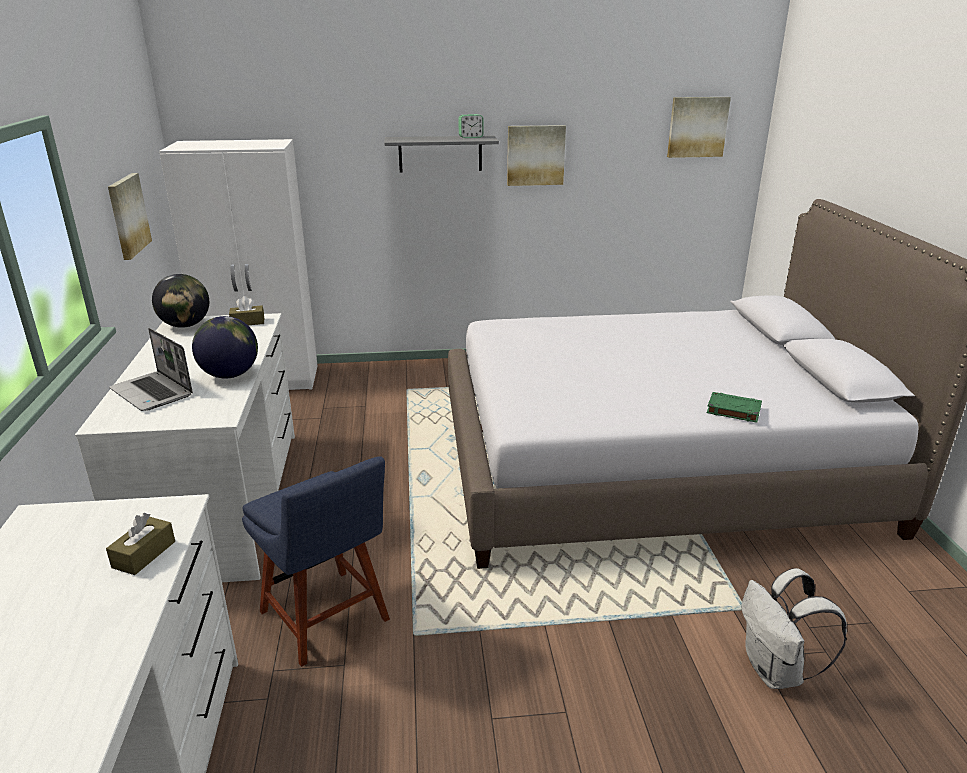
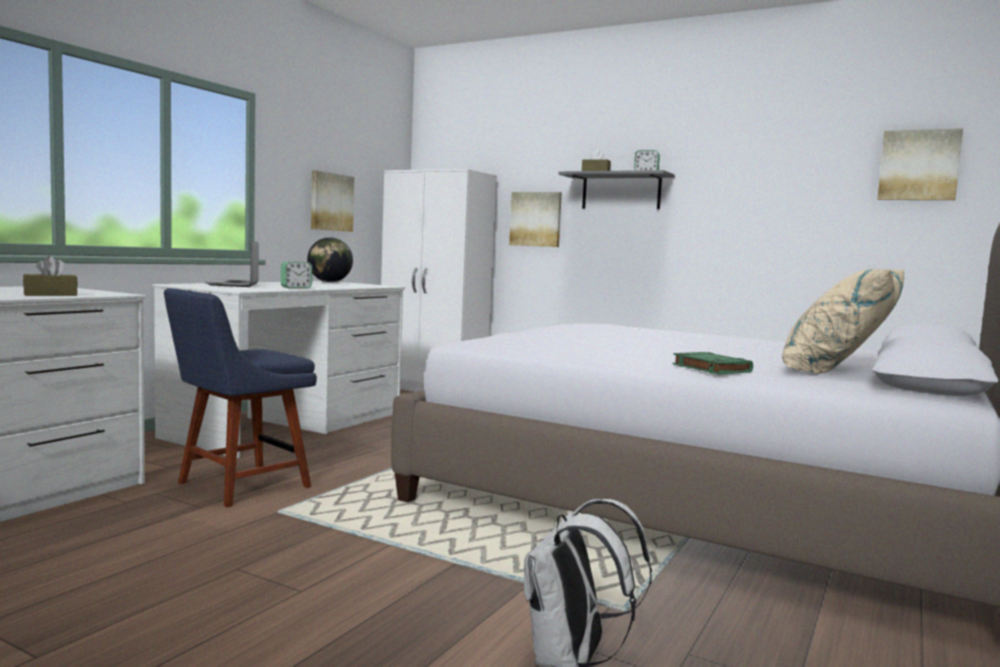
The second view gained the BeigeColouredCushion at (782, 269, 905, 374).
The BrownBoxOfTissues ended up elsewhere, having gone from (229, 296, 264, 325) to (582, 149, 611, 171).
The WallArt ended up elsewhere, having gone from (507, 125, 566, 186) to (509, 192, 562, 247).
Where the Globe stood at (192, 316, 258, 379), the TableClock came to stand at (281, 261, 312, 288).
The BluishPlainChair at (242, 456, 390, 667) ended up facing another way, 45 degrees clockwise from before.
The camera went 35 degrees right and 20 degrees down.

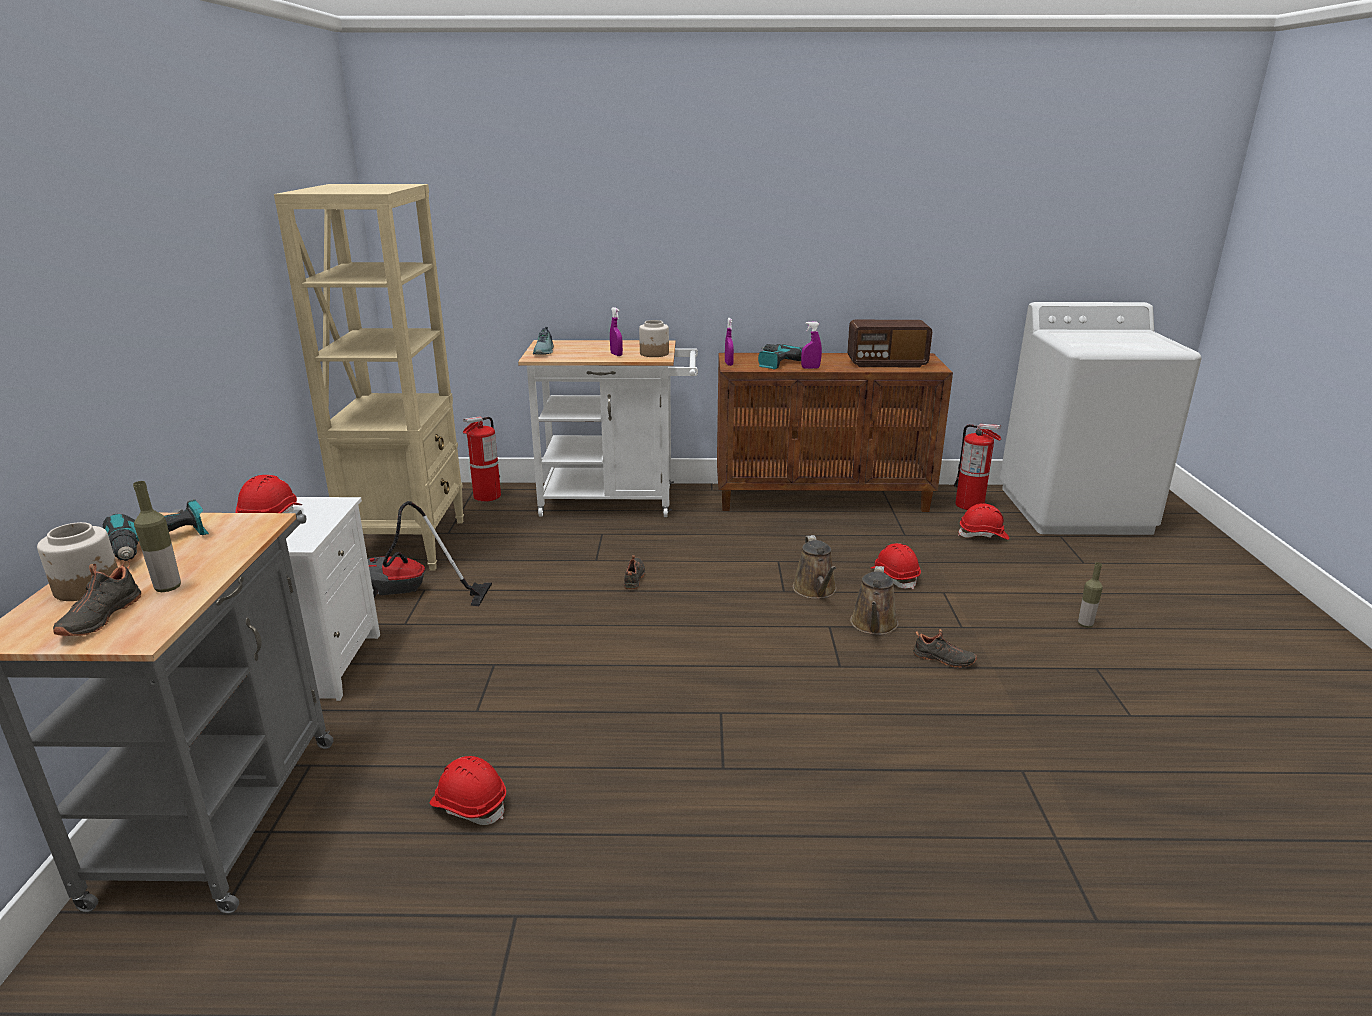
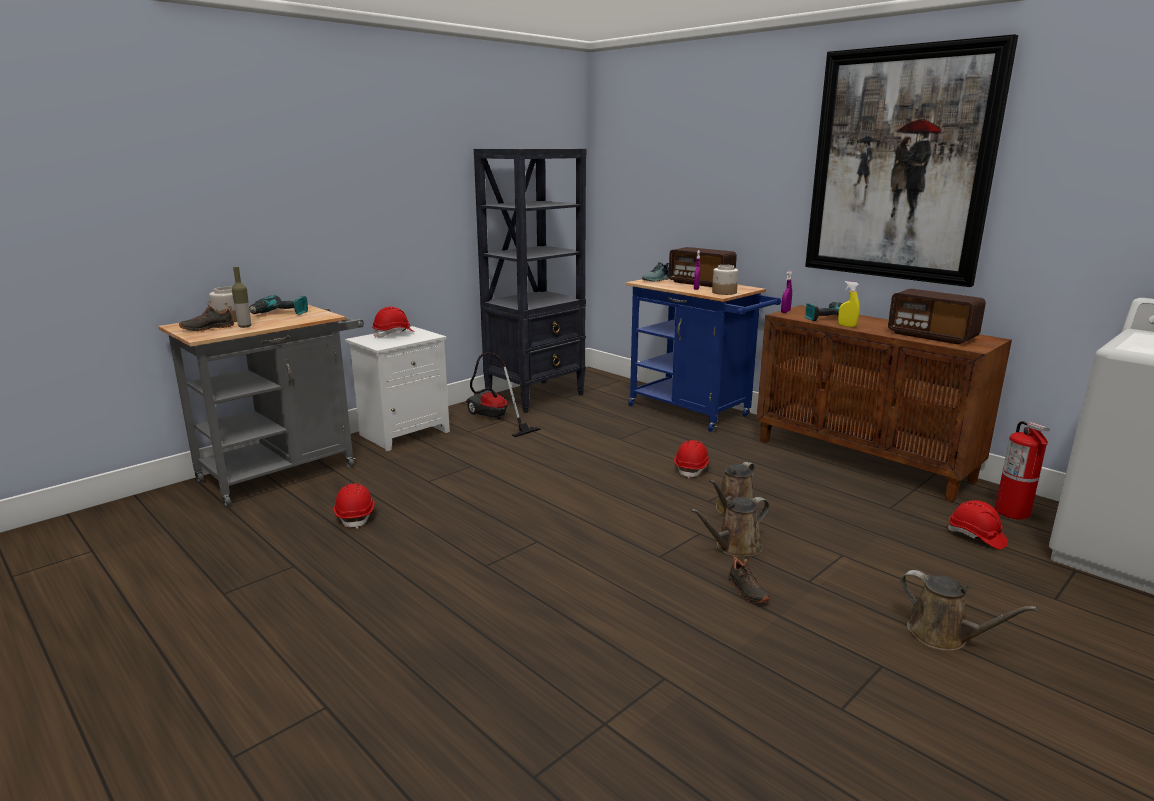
The second view lost the FireExtinguisher at (463, 416, 501, 502).
The second view lost the BlackishItemOfFootwear at (624, 555, 645, 589).
The second view gained the RadioSet at (669, 247, 737, 287).
The second view gained the WallArt at (805, 34, 1018, 287).
The ReddishWorkHelmet ended up elsewhere, having gone from (871, 543, 921, 589) to (674, 440, 710, 479).
Where the BeverageBottle stood at (1078, 562, 1103, 628), the BrownWateringCan came to stand at (900, 570, 1037, 651).
What was the BeigeColouredBookcase at (274, 184, 464, 571) turned into the BlackishBookcase at (474, 149, 587, 413).
What was the WhiteWheeledCart at (518, 340, 698, 517) turned into the BluishWheeledCart at (626, 279, 781, 432).
What was the PurplishHandSprayer at (801, 322, 822, 369) turned into the YellowColouredHandSprayer at (838, 281, 860, 327).
The camera went 45 degrees right and 5 degrees down.

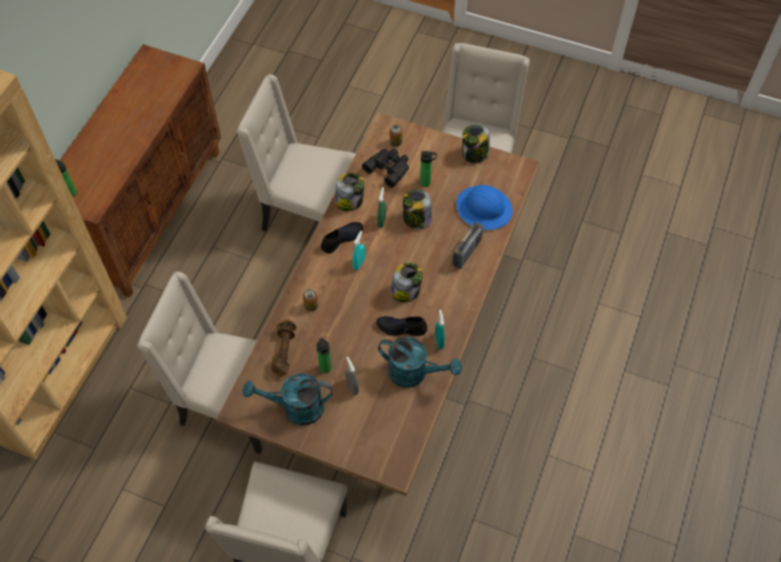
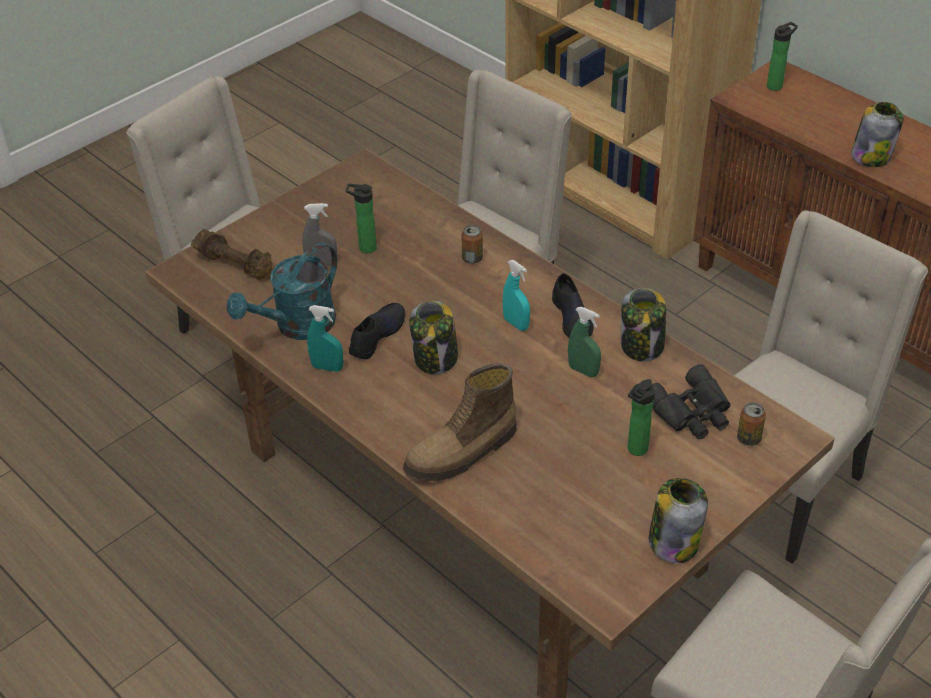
The second view lost the BlueGreenWateringCan at (243, 373, 332, 425).
The second view lost the BluishWorkHelmet at (456, 185, 513, 230).
The BrownDumbbell ended up elsewhere, having gone from (271, 320, 296, 376) to (191, 229, 272, 280).
The Jar ended up elsewhere, having gone from (403, 189, 432, 229) to (851, 102, 904, 167).
Where the RadioSet stood at (453, 222, 483, 269), the HighTopBoot came to stand at (403, 363, 517, 481).
The camera went 115 degrees right and 15 degrees down.

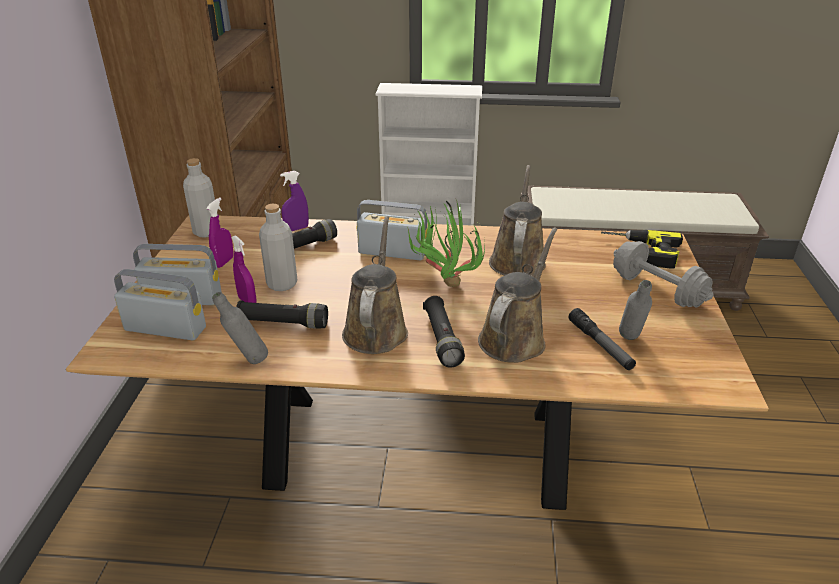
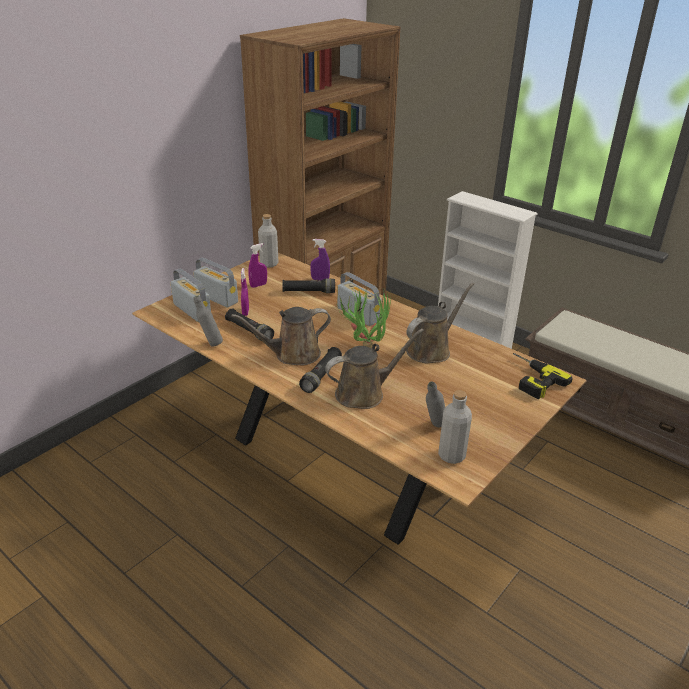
The second view lost the HandTorch at (569, 308, 636, 370).
The second view lost the GrayDumbbell at (613, 241, 713, 307).
The GrayBeverageBottle ended up elsewhere, having gone from (259, 204, 297, 291) to (438, 390, 472, 464).
The BrownWateringCan at (342, 216, 408, 354) ended up facing another way, 150 degrees counterclockwise from before.
The camera went 35 degrees right and 0 degrees up.

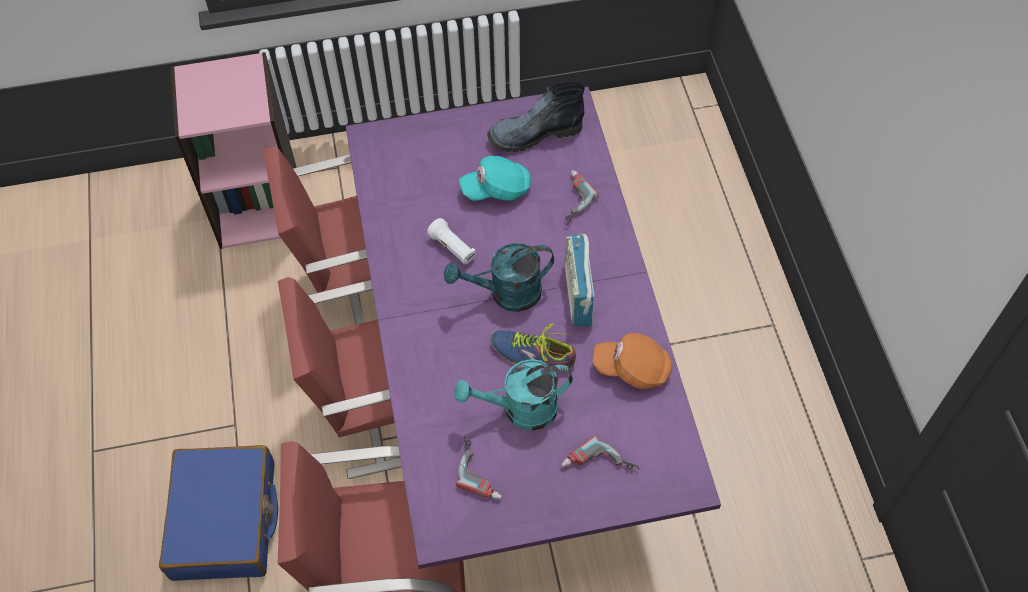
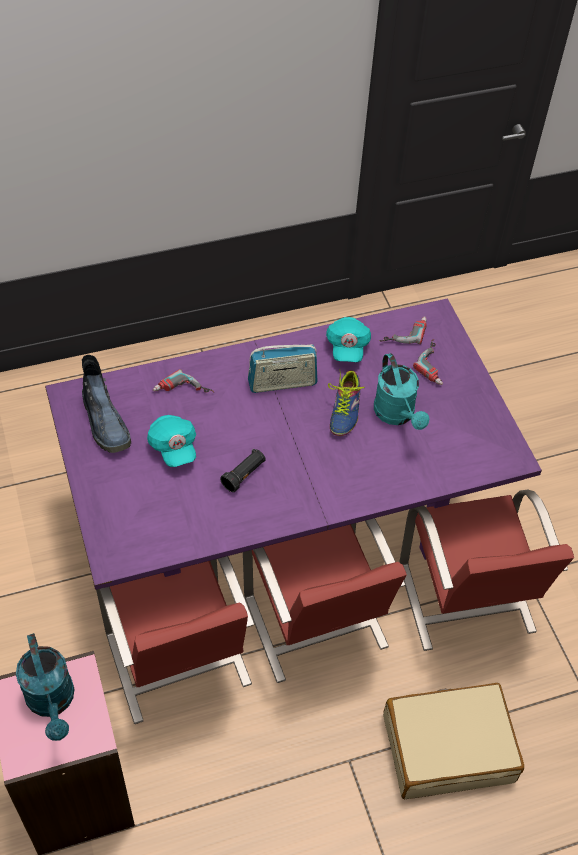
The BlueGreenWateringCan ended up elsewhere, having gone from (444, 243, 554, 312) to (16, 633, 74, 741).
The Drill ended up elsewhere, having gone from (456, 435, 502, 500) to (379, 316, 427, 344).
What was the BluishTravelCase at (159, 445, 278, 581) turned into the BeigeColouredTravelCase at (383, 683, 524, 799).
What was the WhiteHandTorch at (427, 218, 476, 264) turned into the BlackishHandTorch at (220, 449, 266, 492).
What was the OrangeBaseballCap at (593, 333, 672, 389) turned into the BlueGreenBaseballCap at (326, 317, 371, 362).
The camera went 100 degrees left and 5 degrees down.

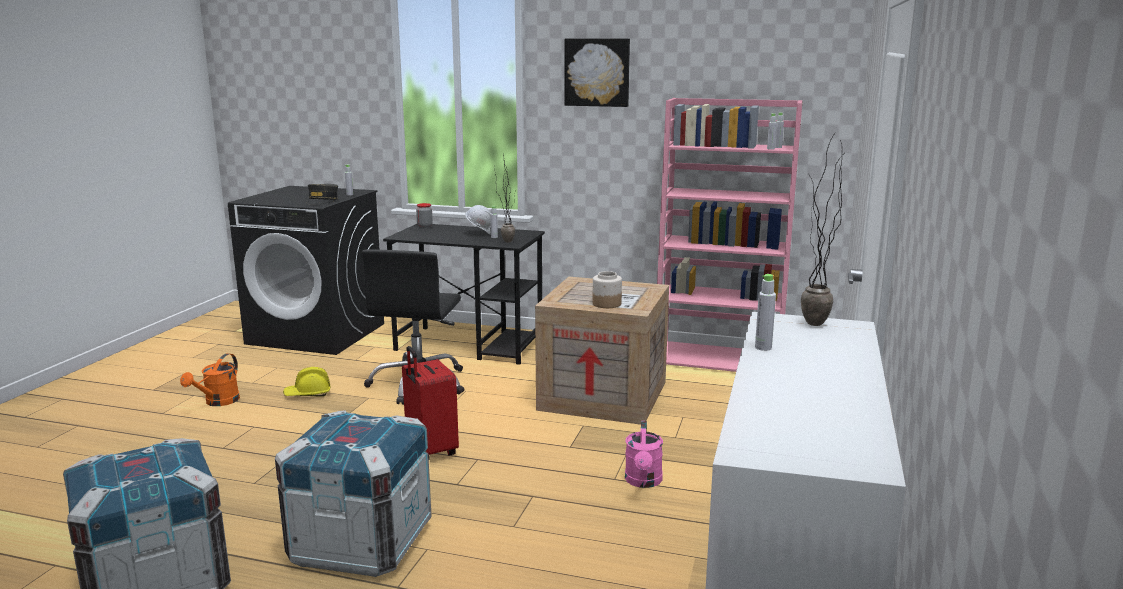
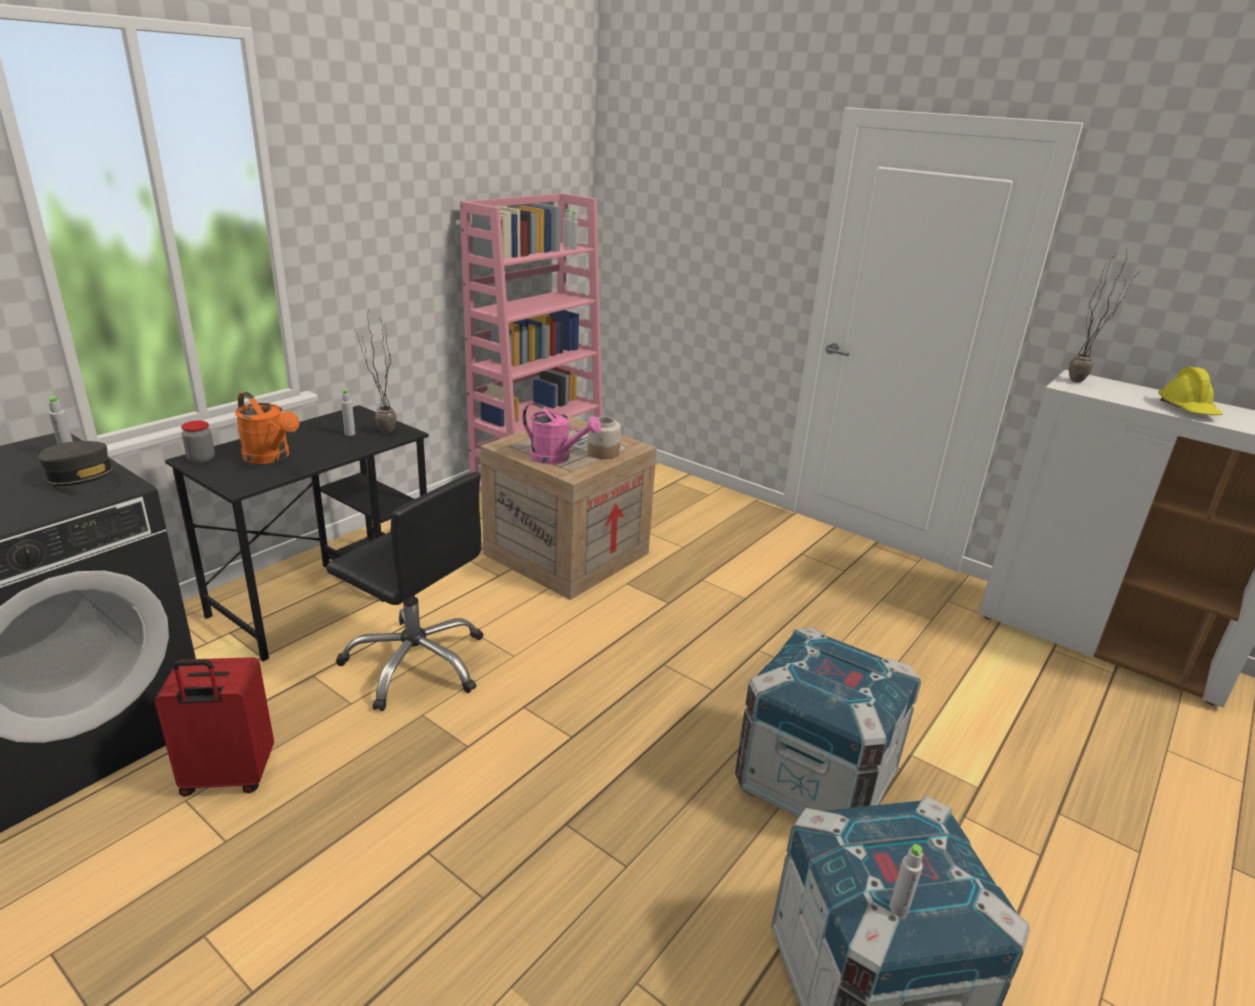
The second view lost the WhiteWorkHelmet at (465, 205, 491, 235).
The second view lost the WallArt at (564, 38, 630, 107).
The OrangeWateringCan ended up elsewhere, having gone from (180, 353, 240, 406) to (235, 392, 299, 464).
The YellowColouredWorkHelmet ended up elsewhere, having gone from (283, 367, 331, 397) to (1158, 367, 1223, 415).
The ReddishTravelCase ended up elsewhere, having gone from (402, 346, 459, 456) to (154, 657, 274, 797).
The PinkishWateringCan ended up elsewhere, having gone from (625, 421, 663, 488) to (523, 403, 601, 464).
The GrayBeverageBottle ended up elsewhere, having gone from (755, 274, 776, 351) to (889, 844, 923, 917).
The camera went 70 degrees left and 10 degrees up.

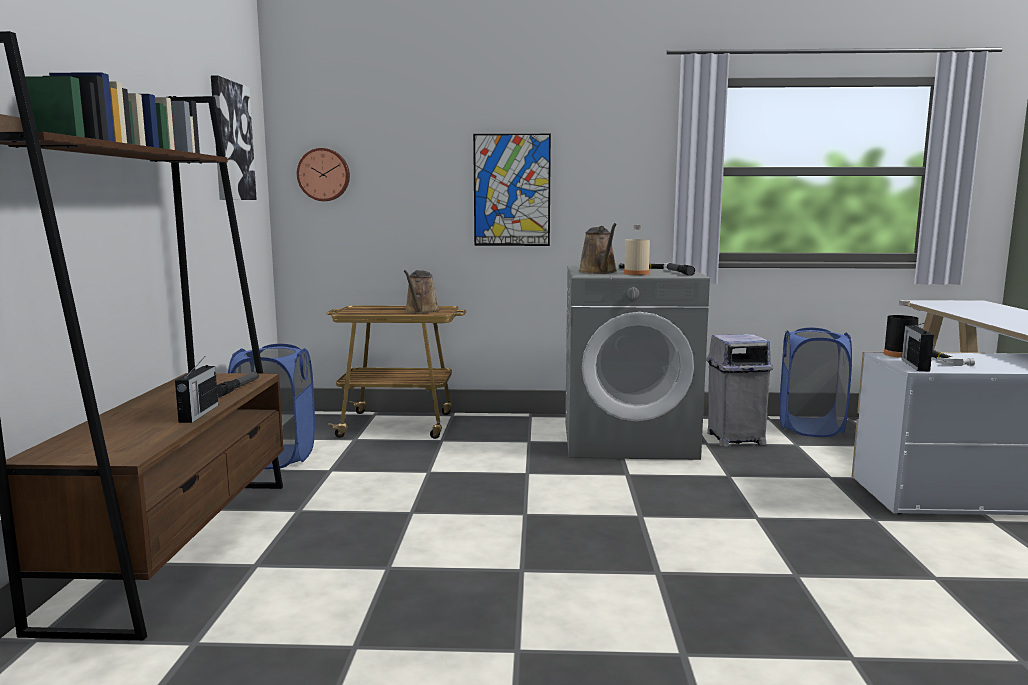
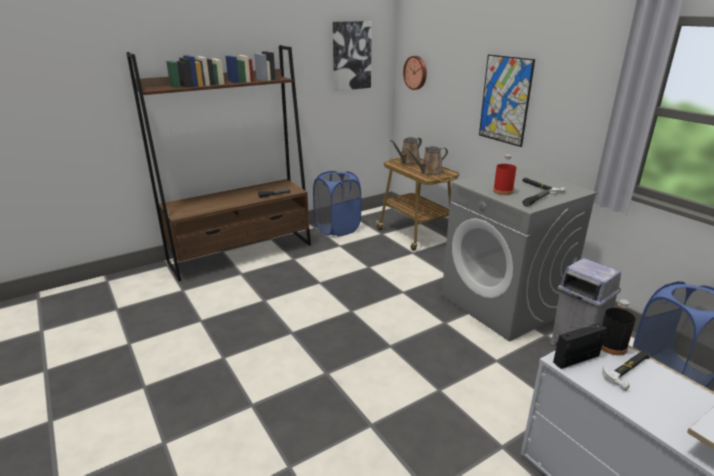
The second view lost the RadioSet at (175, 358, 218, 423).
The BrownWateringCan ended up elsewhere, having gone from (579, 223, 617, 274) to (390, 137, 422, 165).
What was the BeigeColouredBeverageBottle at (624, 225, 650, 275) turned into the ReddishBeverageBottle at (493, 155, 517, 195).
The camera went 55 degrees right and 15 degrees up.

